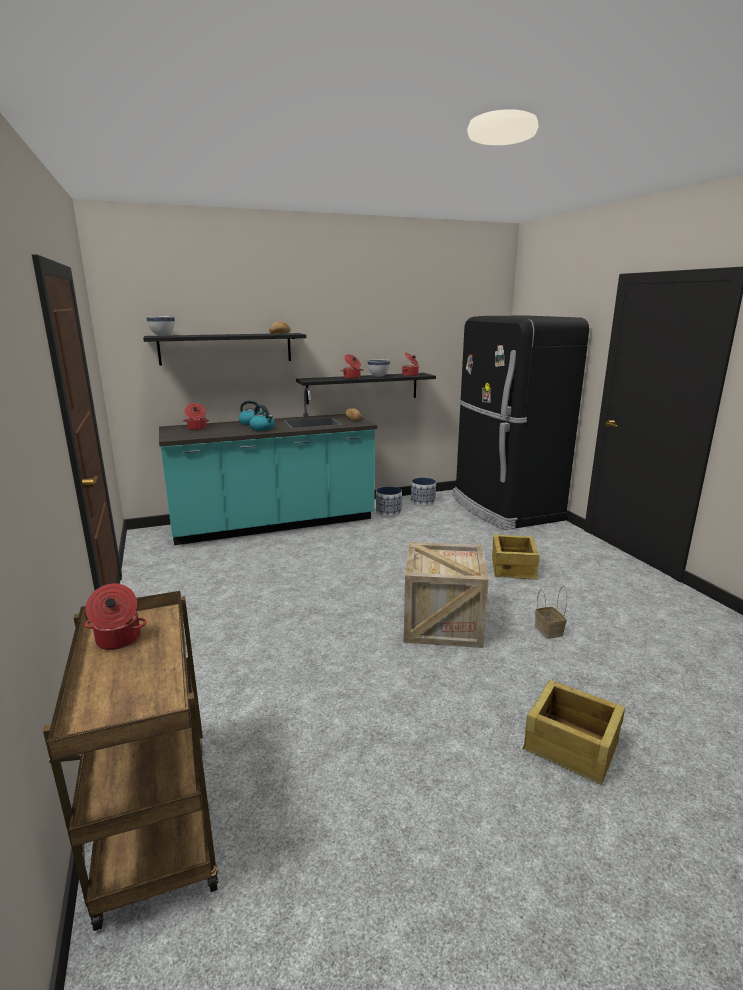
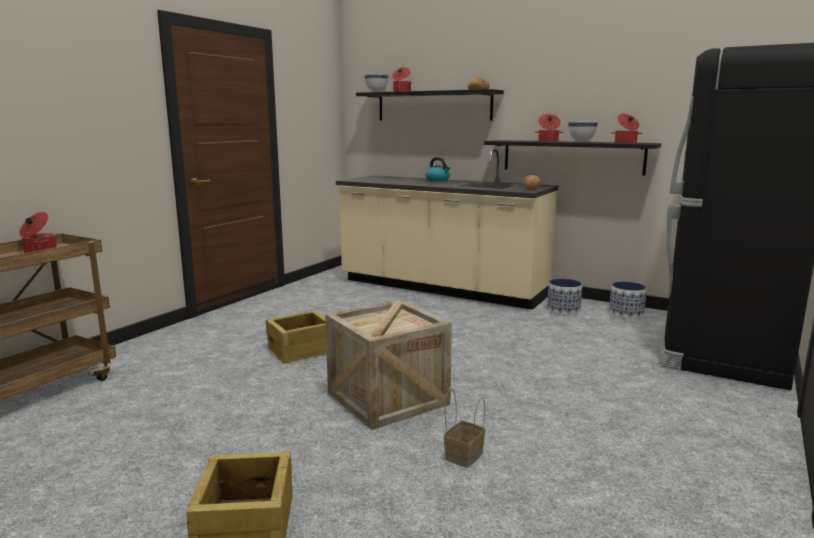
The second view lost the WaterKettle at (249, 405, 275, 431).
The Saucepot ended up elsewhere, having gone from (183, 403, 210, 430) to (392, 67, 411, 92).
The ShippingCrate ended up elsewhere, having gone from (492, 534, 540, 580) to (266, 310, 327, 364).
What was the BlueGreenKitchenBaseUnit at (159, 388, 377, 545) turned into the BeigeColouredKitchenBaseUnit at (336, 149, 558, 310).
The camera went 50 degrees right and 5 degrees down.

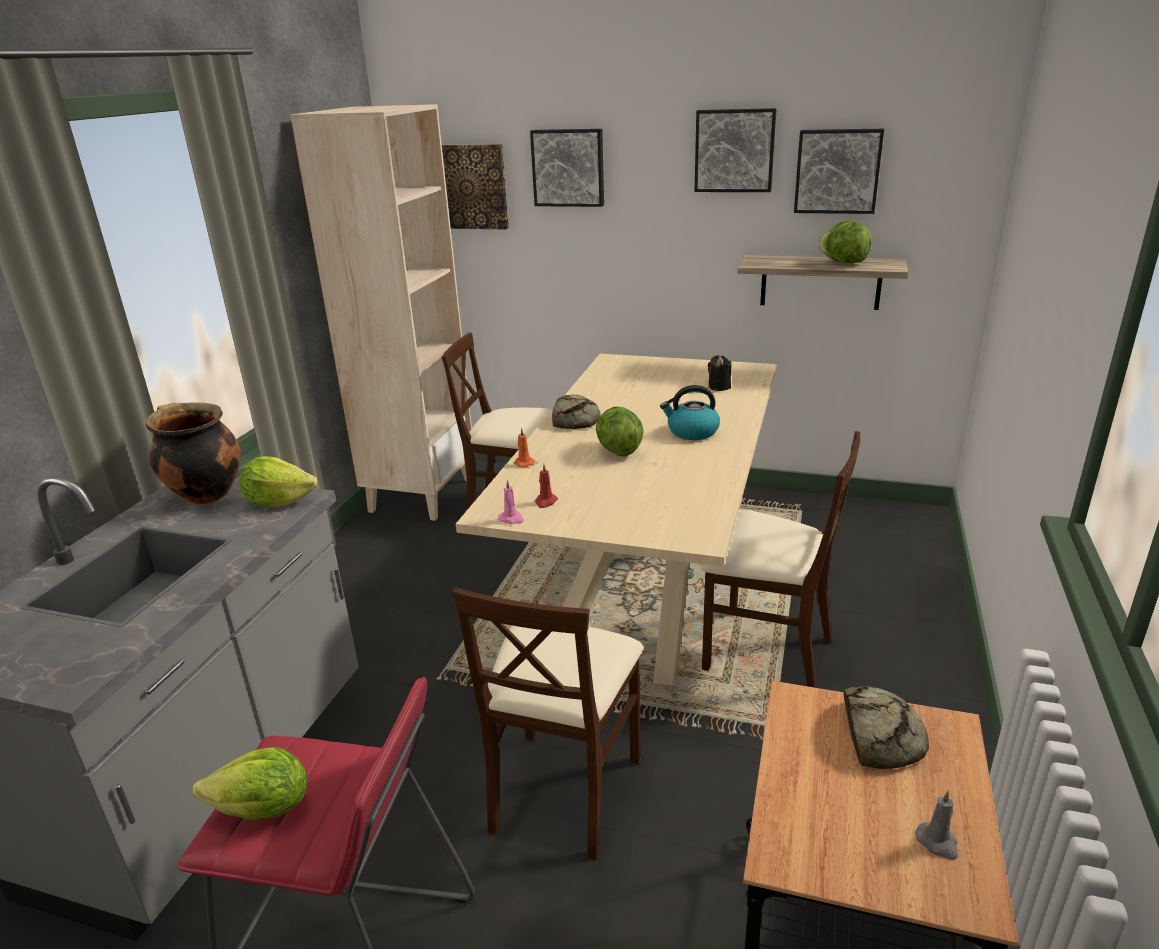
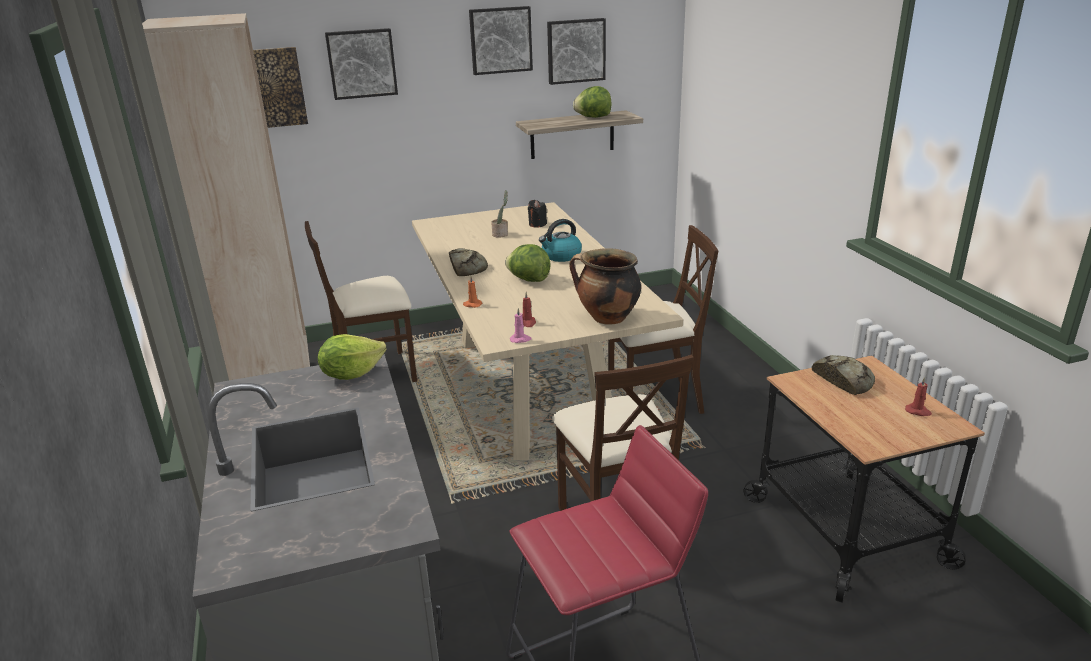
The second view lost the Lettuce at (193, 747, 307, 820).
The second view gained the PlantInAPot at (491, 190, 508, 237).
The Saucepot ended up elsewhere, having gone from (146, 402, 241, 504) to (569, 248, 641, 325).
What was the GrayWaxCandle at (916, 791, 958, 860) turned into the ReddishWaxCandle at (905, 377, 932, 416).
The camera went 35 degrees left and 0 degrees up.

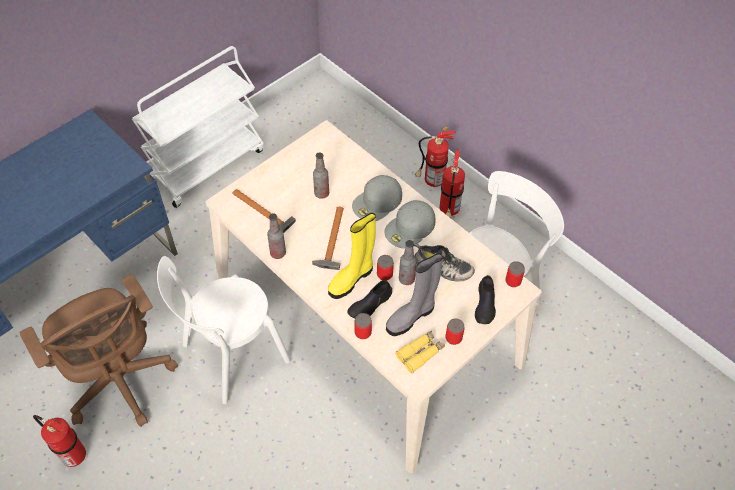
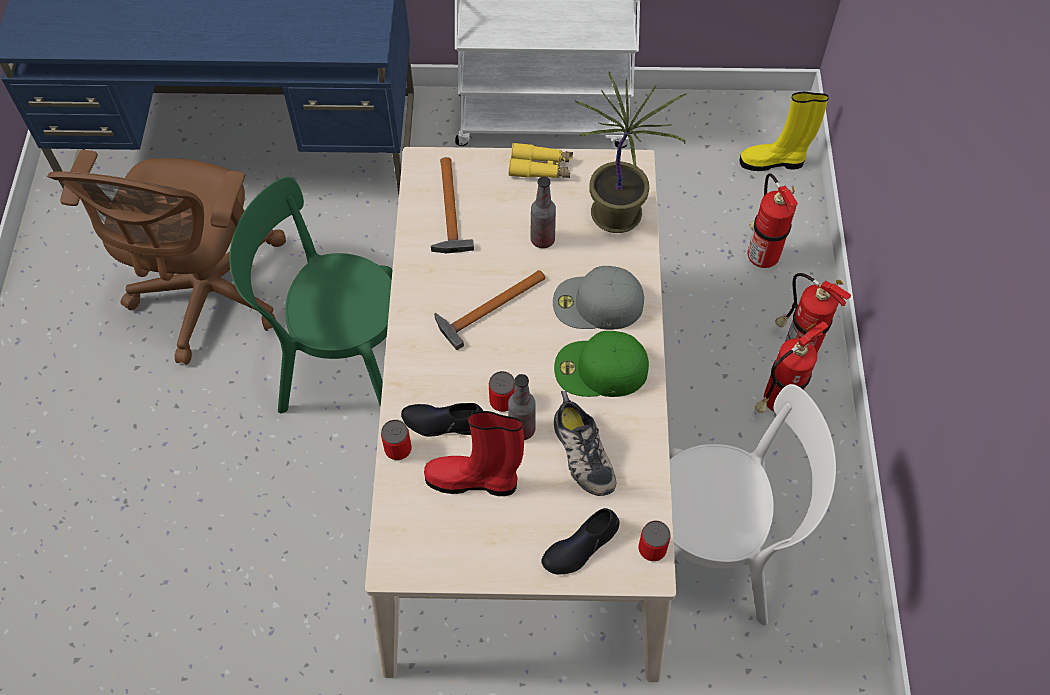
The second view lost the BeverageBottle at (267, 213, 286, 259).
The second view lost the Can at (445, 318, 464, 345).
The second view gained the PlantInAPot at (575, 72, 687, 233).
The FireExtinguisher ended up elsewhere, having gone from (33, 415, 86, 467) to (747, 173, 798, 268).
The YellowColouredHighTopBoot ended up elsewhere, having gone from (328, 213, 376, 299) to (740, 92, 829, 171).
The YellowColouredFieldGlasses ended up elsewhere, having gone from (395, 330, 445, 373) to (509, 143, 573, 178).
What was the WhitePlainChair at (157, 256, 291, 404) turned into the GreenPlainChair at (229, 177, 393, 413).
What was the GrayBaseballCap at (384, 200, 436, 249) turned into the GreenBaseballCap at (554, 331, 649, 397).
What was the GrayHighTopBoot at (386, 253, 443, 336) turned into the ReddishHighTopBoot at (424, 411, 524, 496).
The camera went 45 degrees right and 5 degrees up.

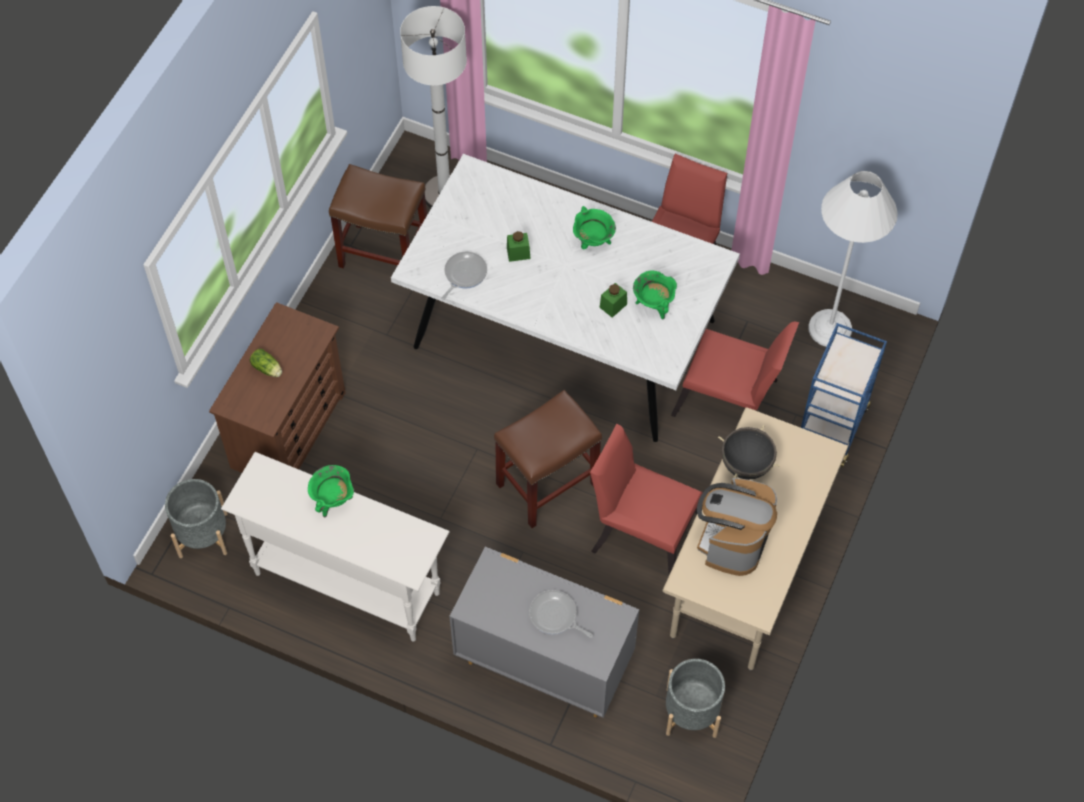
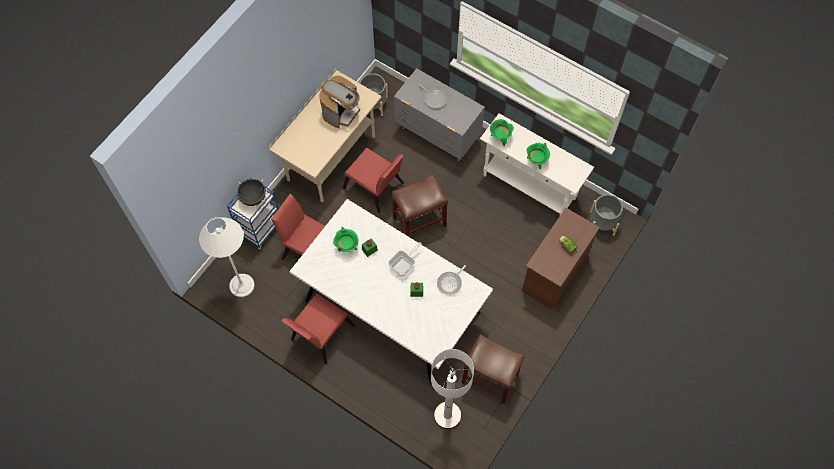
The second view gained the Pan at (388, 242, 422, 276).
The GreenSaucepot ended up elsewhere, having gone from (573, 206, 616, 249) to (490, 119, 514, 146).
The BlackishSaucepot ended up elsewhere, having gone from (718, 425, 780, 480) to (237, 179, 266, 206).
The camera went 170 degrees left and 5 degrees up.

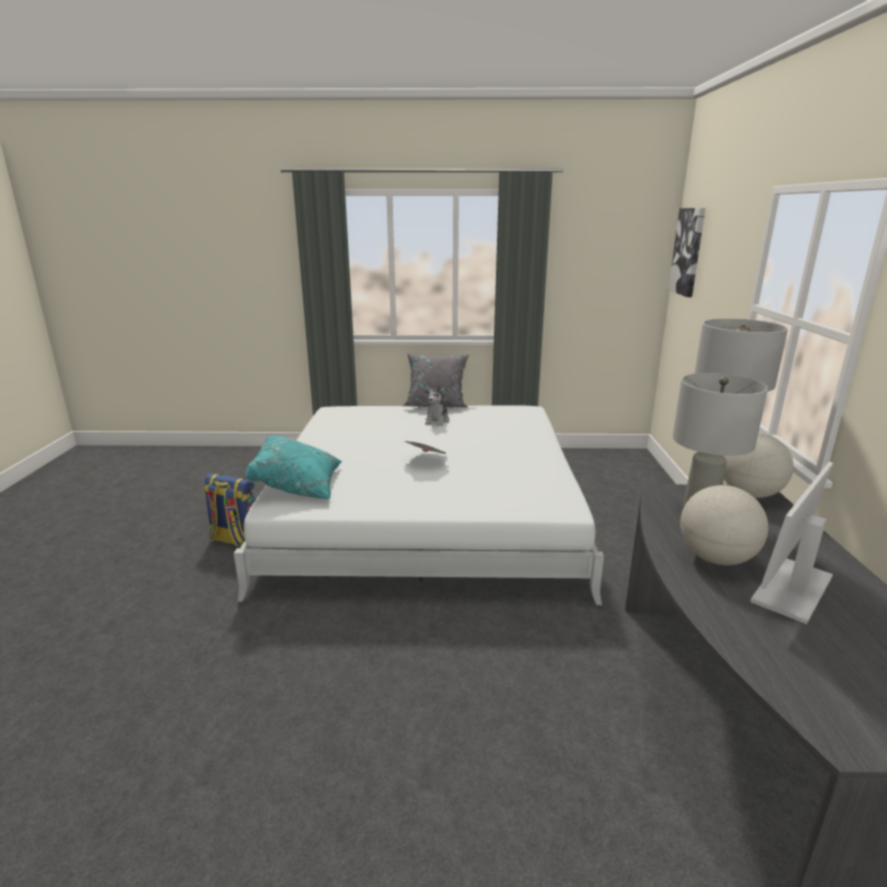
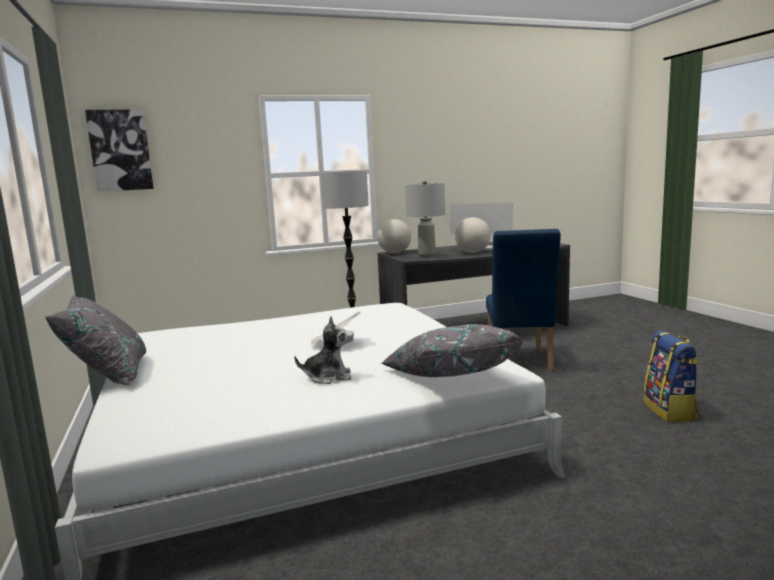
The second view gained the BluishPlainChair at (486, 229, 561, 371).
The Backpack ended up elsewhere, having gone from (203, 473, 256, 547) to (644, 331, 699, 422).
The PlushToy ended up elsewhere, having gone from (424, 385, 450, 426) to (294, 316, 354, 384).
What was the BlueGreenCushion at (245, 436, 342, 499) turned into the GrayCushion at (381, 324, 525, 377).
The camera went 110 degrees left and 10 degrees down.

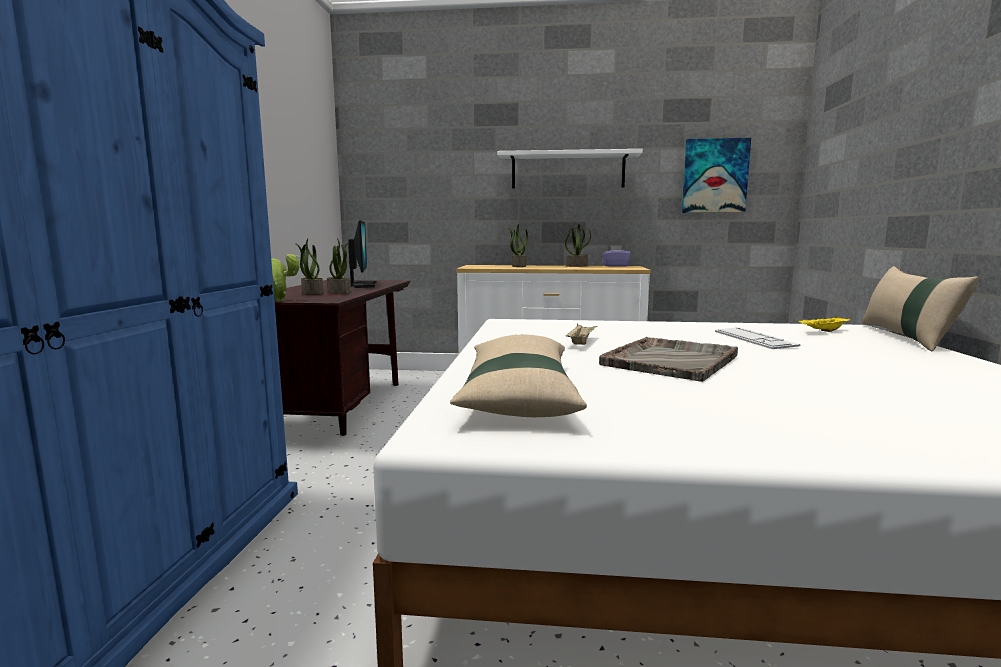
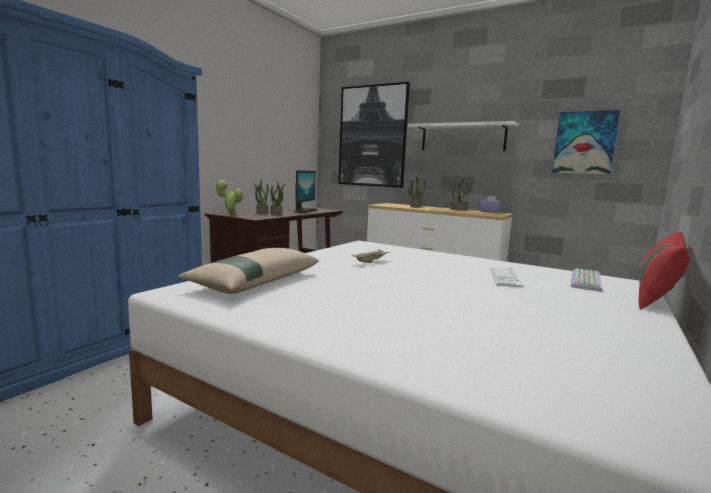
The second view lost the GrayTray at (599, 337, 738, 382).
The second view gained the WallArt at (339, 82, 410, 188).
Where the YellowColouredTray stood at (798, 316, 850, 332), the ComputerKeyboard came to stand at (571, 268, 602, 292).
What was the BeigeColouredCushion at (862, 266, 979, 351) turned into the ReddishCushion at (639, 232, 690, 310).
The camera went 25 degrees right and 0 degrees up.

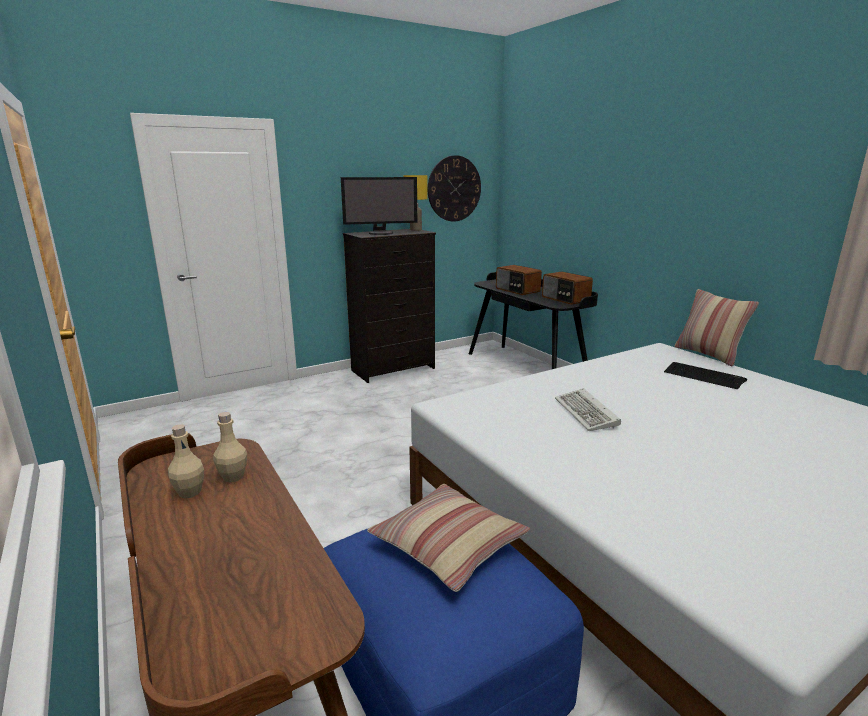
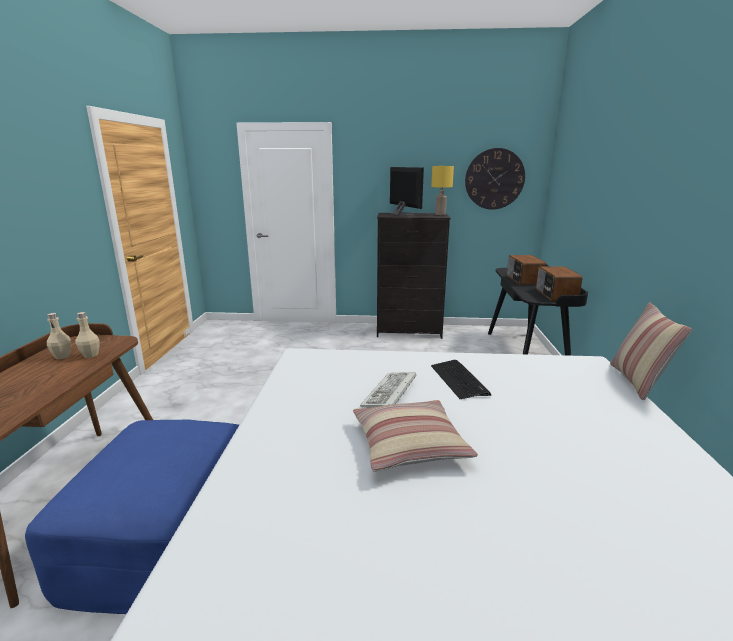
The Cushion ended up elsewhere, having gone from (367, 484, 530, 592) to (353, 400, 478, 472).
The ComputerKeyboard ended up elsewhere, having gone from (664, 362, 747, 389) to (431, 360, 491, 399).
The ComputerScreen at (341, 177, 417, 235) ended up facing another way, 135 degrees counterclockwise from before.
The camera went 35 degrees right and 0 degrees up.

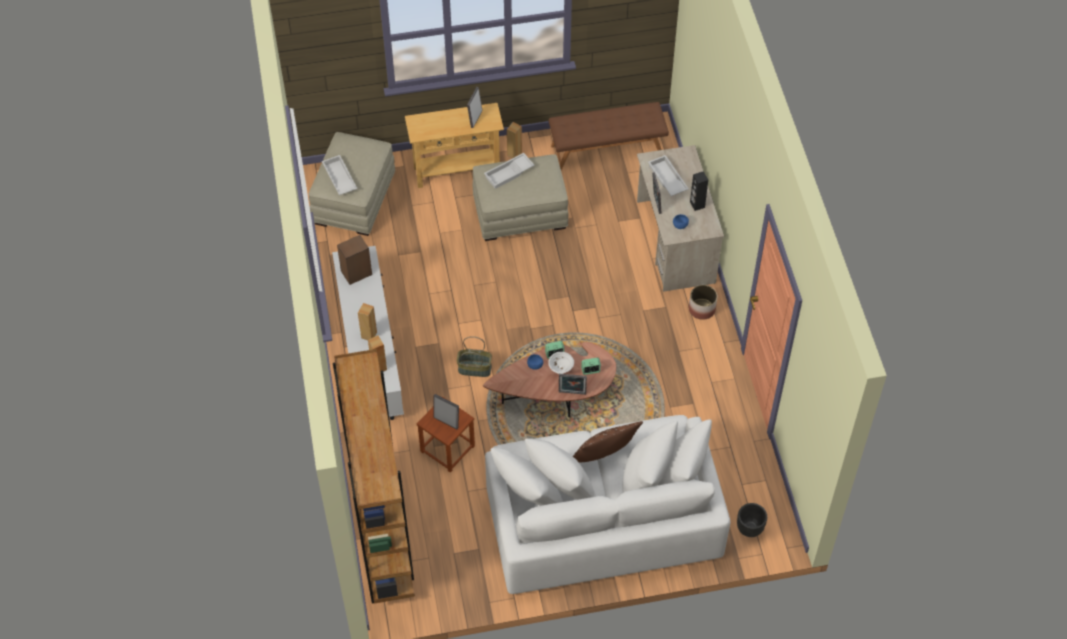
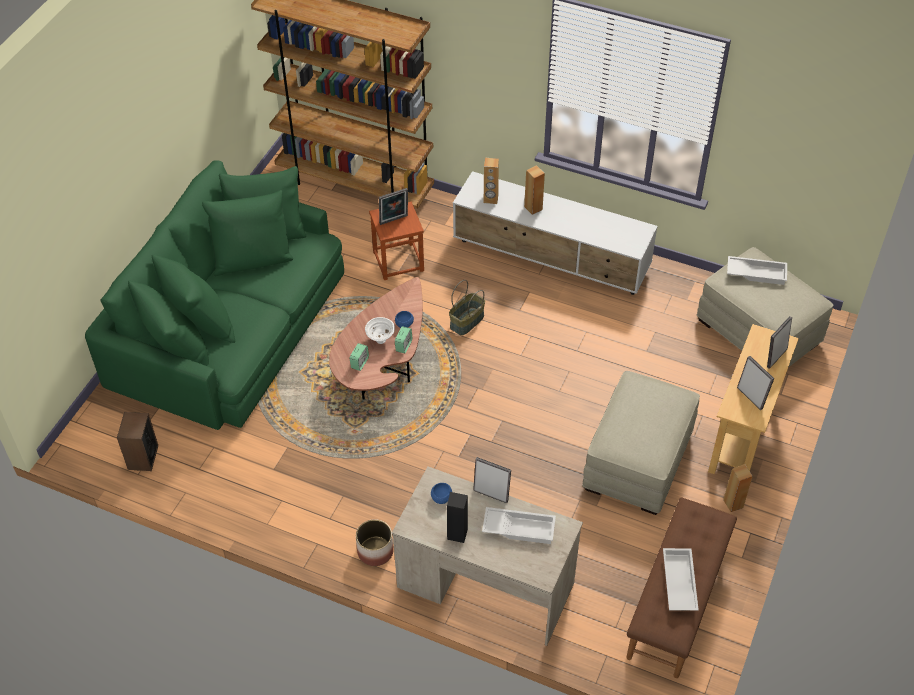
The second view lost the BrownCushion at (573, 421, 643, 462).
The second view lost the BlackishFlowerPot at (737, 503, 767, 537).
The Speaker ended up elsewhere, having gone from (337, 235, 372, 285) to (117, 412, 158, 471).
The WhiteTray ended up elsewhere, having gone from (484, 153, 535, 189) to (663, 548, 699, 611).
The StandingFrame ended up elsewhere, having gone from (559, 374, 587, 395) to (767, 316, 792, 369).
What was the WhiteSofa at (485, 415, 730, 594) turned into the GreenSofa at (85, 160, 344, 430).
The camera went 125 degrees right and 5 degrees down.

